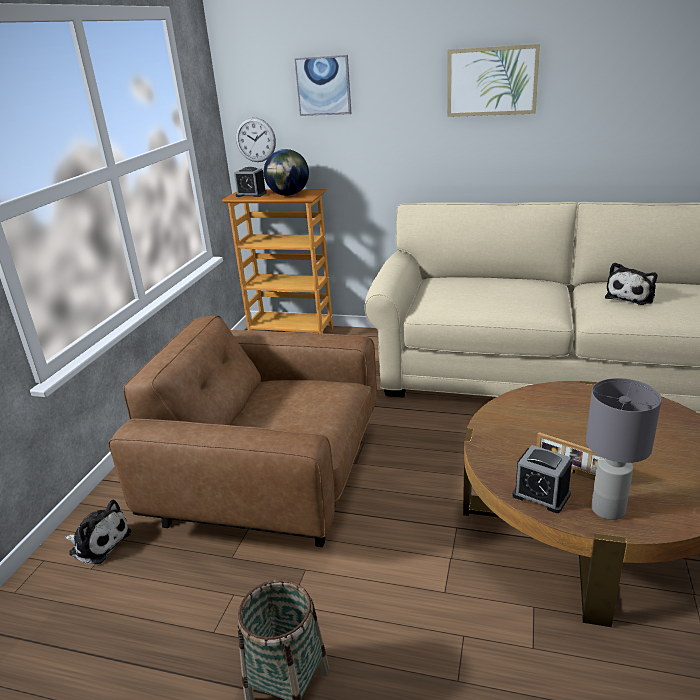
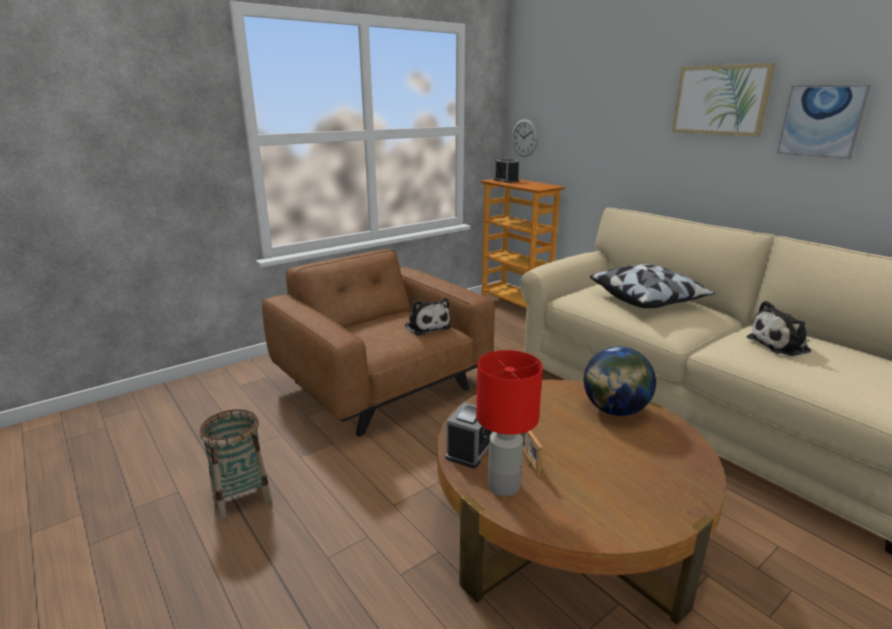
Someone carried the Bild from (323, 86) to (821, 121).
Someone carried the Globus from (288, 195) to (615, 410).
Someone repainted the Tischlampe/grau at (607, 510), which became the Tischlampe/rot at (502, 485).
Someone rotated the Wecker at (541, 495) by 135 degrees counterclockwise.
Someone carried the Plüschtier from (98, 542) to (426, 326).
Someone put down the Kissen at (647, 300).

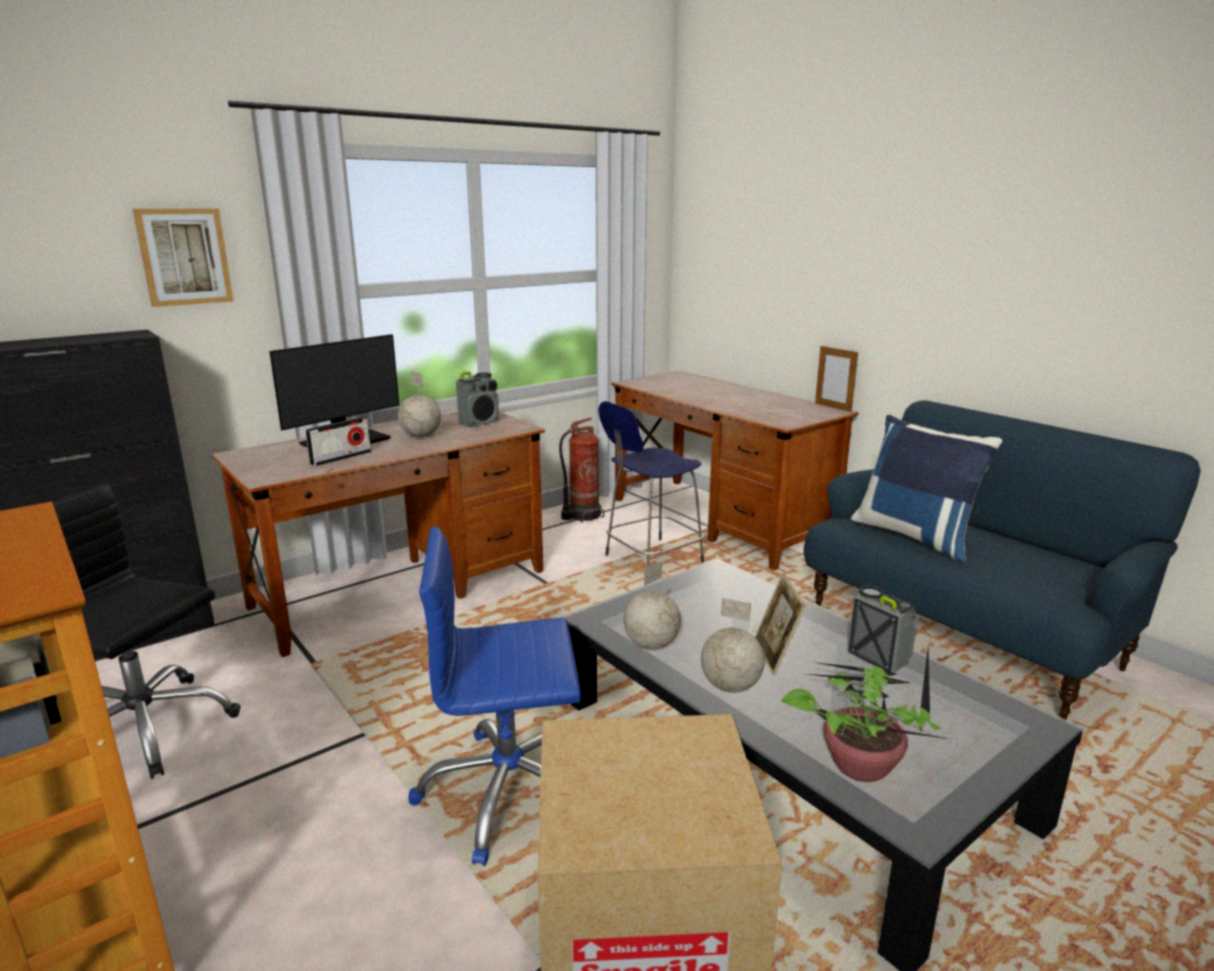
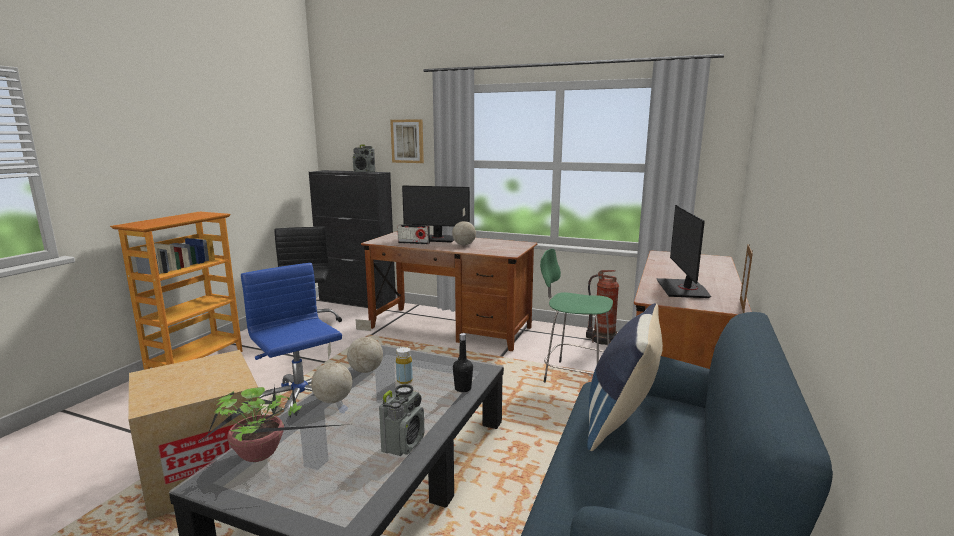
Someone carried the Radio from (480, 422) to (364, 172).
Someone repainted the Hocker/blau at (650, 559), which became the Hocker/grün at (574, 376).
Someone took away the Bilderrahmen at (775, 656).
Someone put down the Monitor at (683, 289).
Someone put down the Flasche/schwarz at (463, 388).
Someone put down the Flasche/gelb at (404, 381).

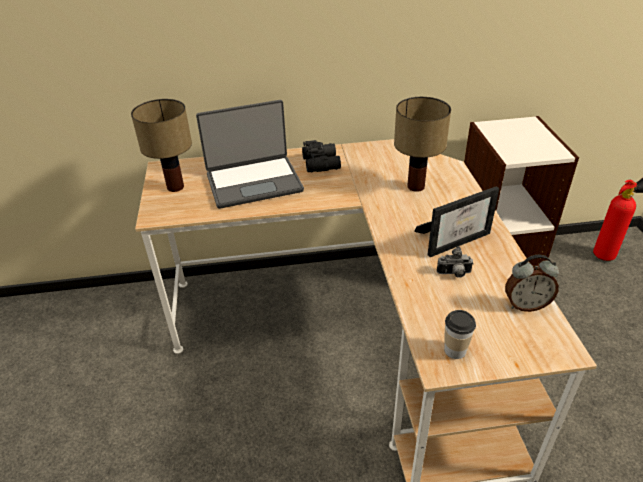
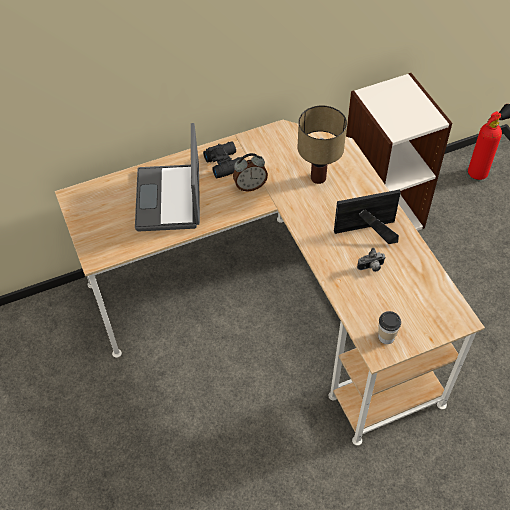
Someone took away the Tischlampe at (176, 187).
Someone rotated the Laptop at (254, 182) by 120 degrees clockwise.
Someone rotated the Bilderrahmen at (455, 239) by 150 degrees counterclockwise.
Someone carried the Wecker from (525, 305) to (250, 186).

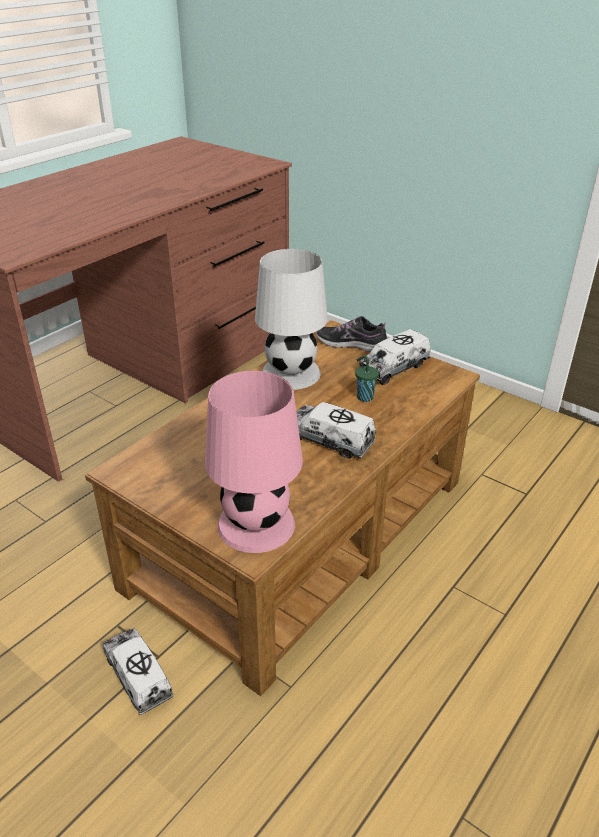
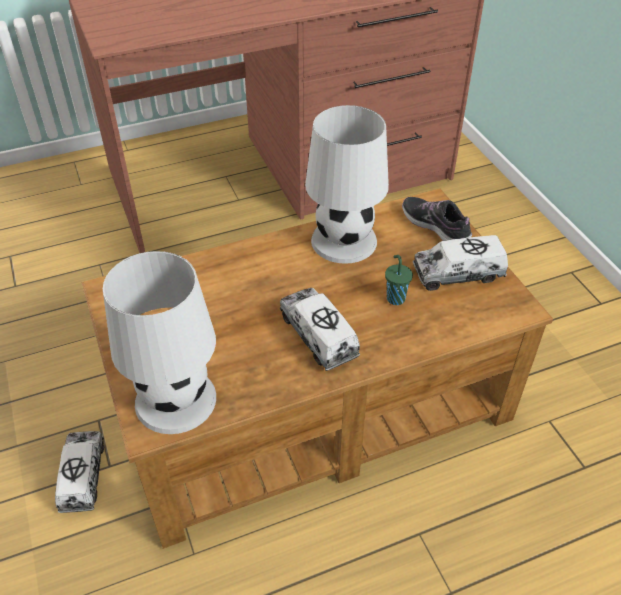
Someone repainted the Tischlampe/rosa at (256, 523), which became the Tischlampe/weiß at (176, 398).

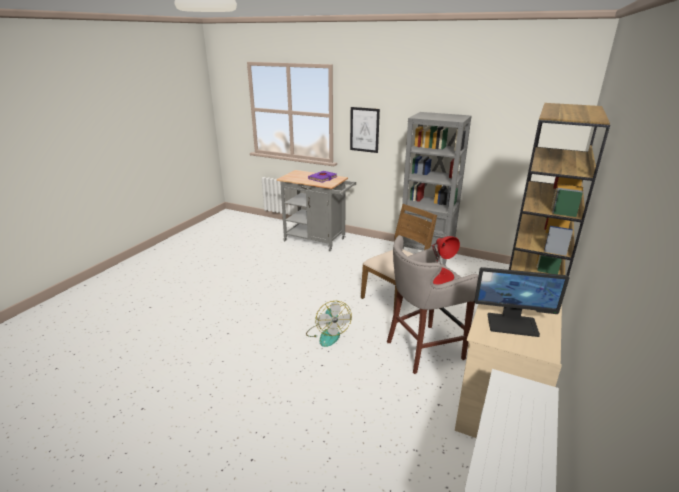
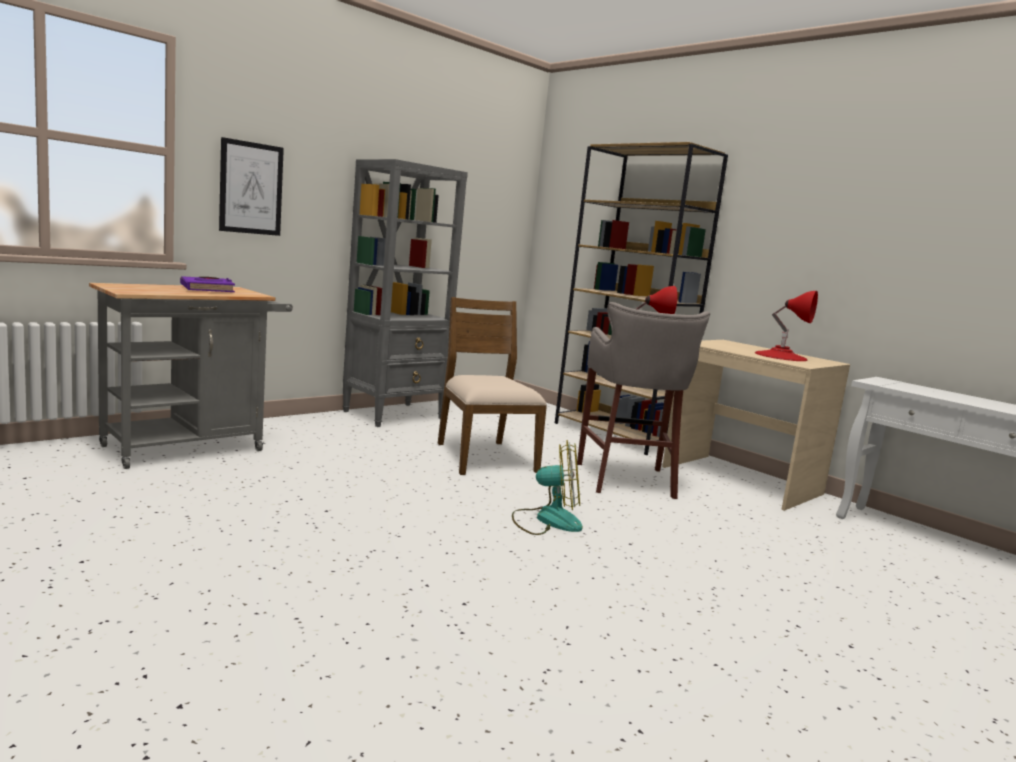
Someone swapped the Monitor at (512, 324) for the Tischlampe/rot at (781, 356).

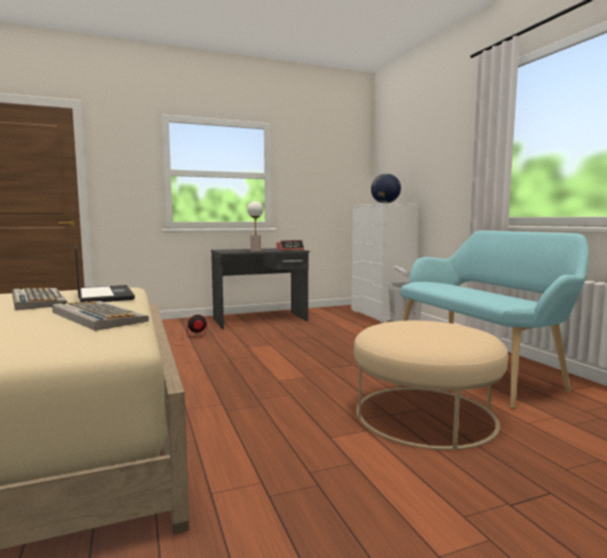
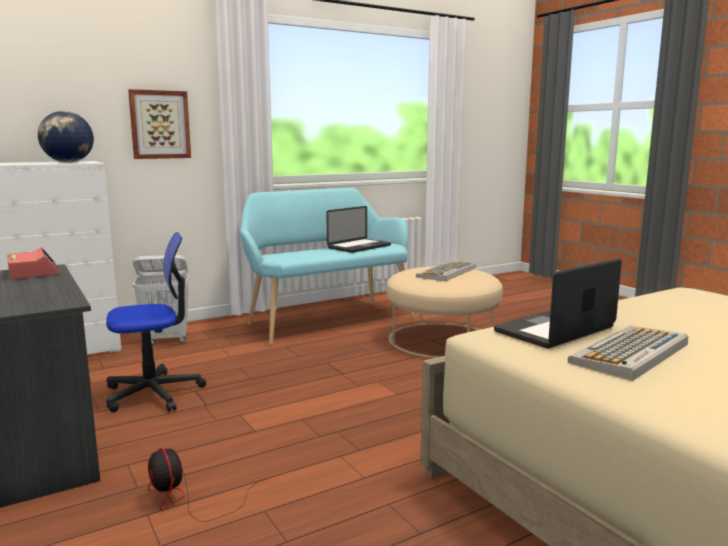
Someone took away the Tischlampe at (255, 251).
Someone carried the Tastatur from (97, 316) to (447, 272).
Someone put up the Bild at (160, 124).
Someone put down the Laptop at (359, 247).
Someone put down the Bürostuhl at (154, 393).

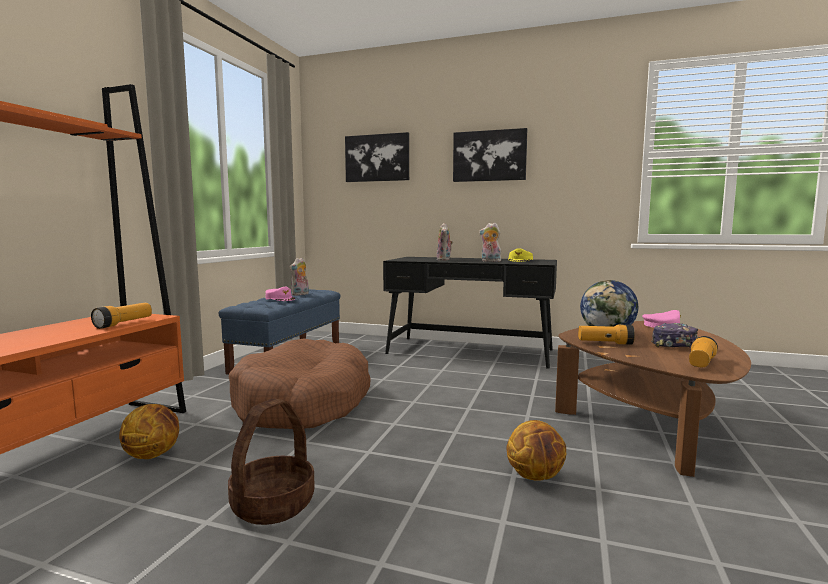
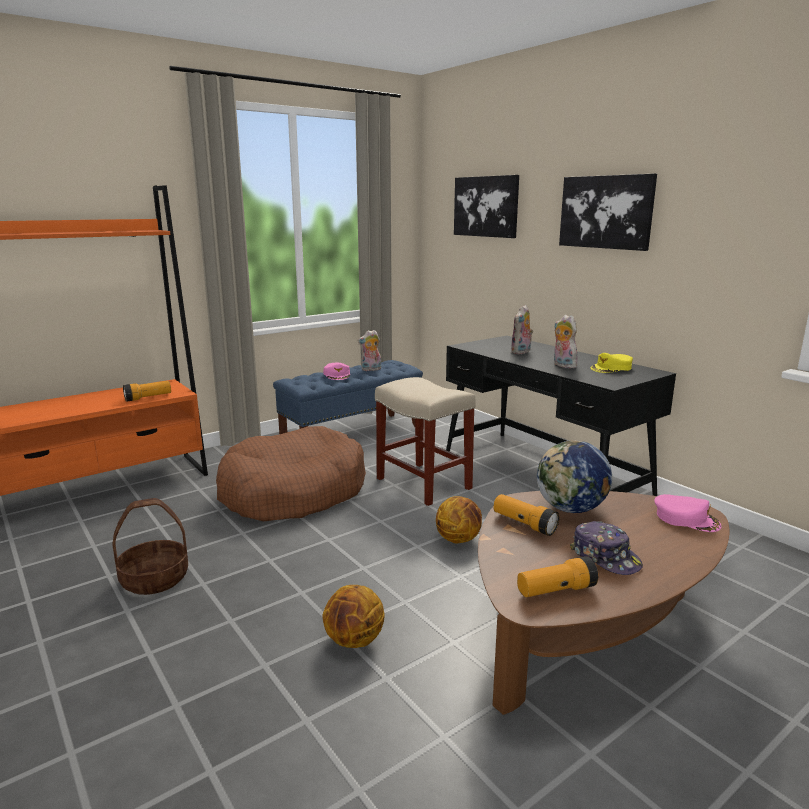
Someone carried the Basketball from (153, 454) to (459, 539).
Someone put down the Hocker/beige at (422, 483).

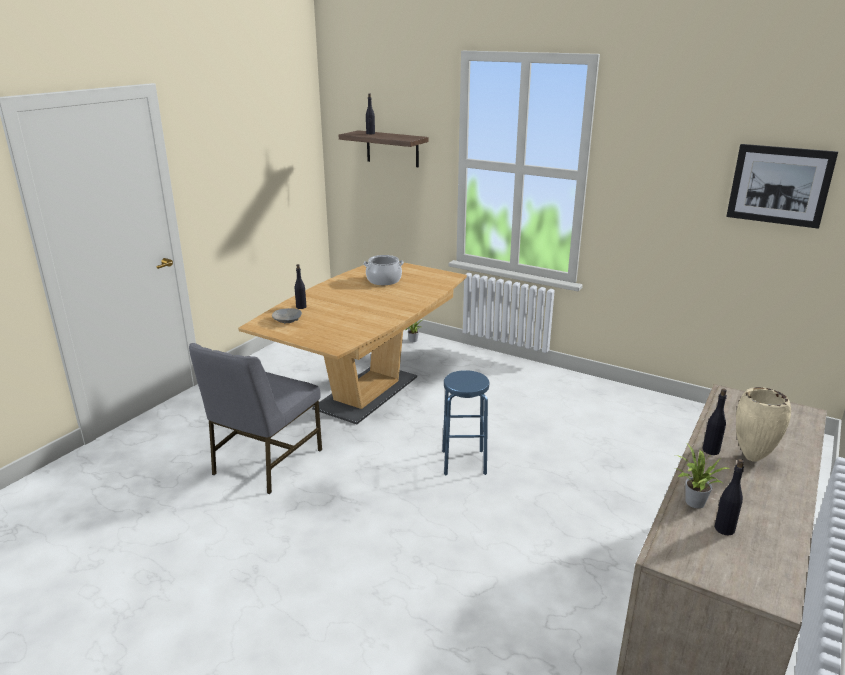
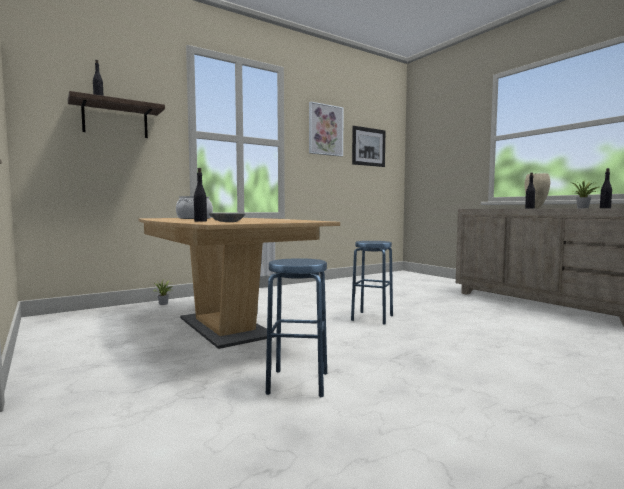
Someone swapped the Stuhl/grau at (265, 462) for the Hocker/blau at (298, 383).
Someone put up the Bild at (325, 130).

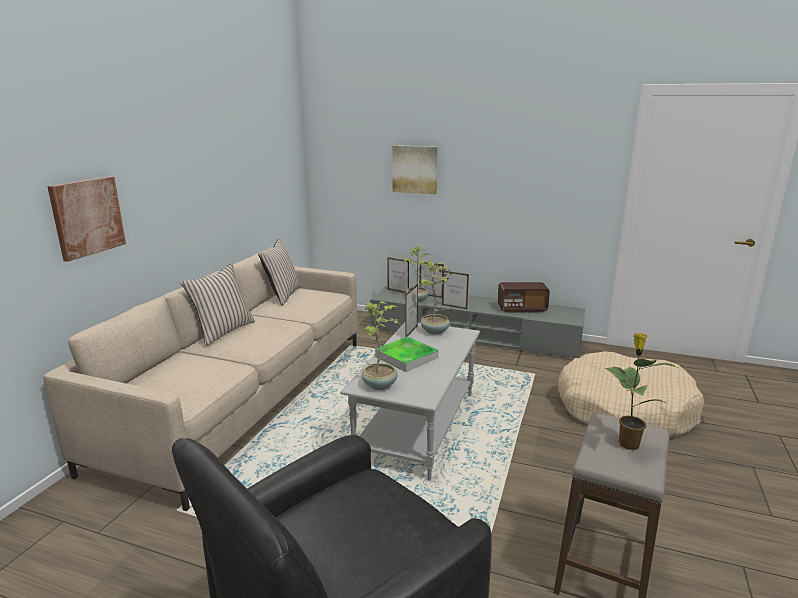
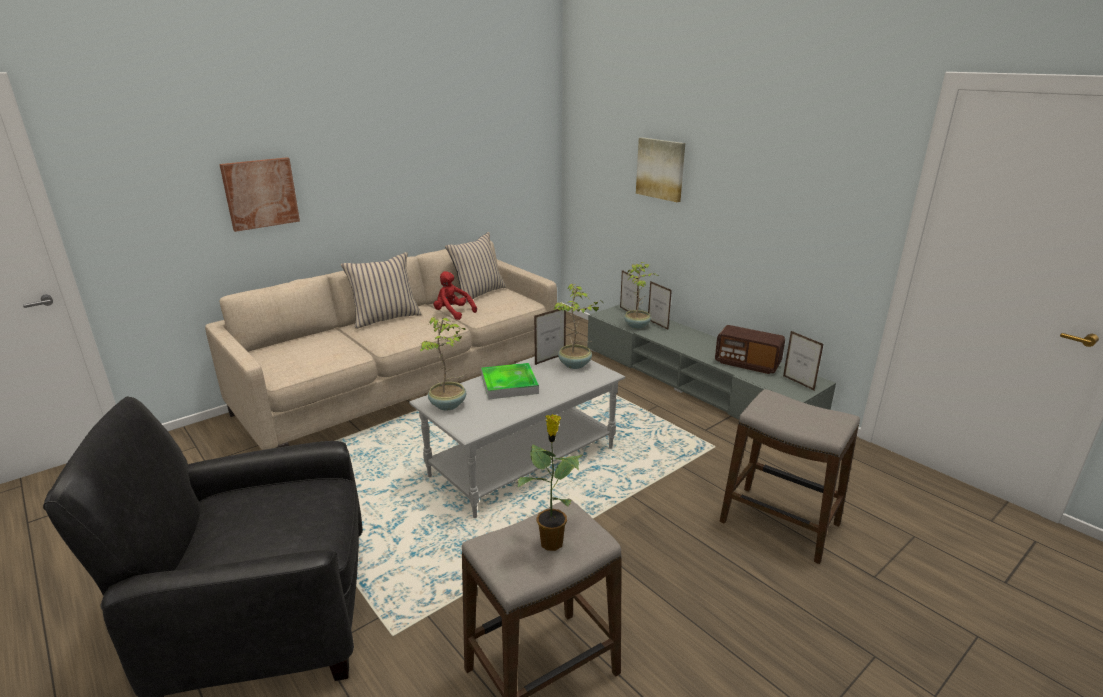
Someone carried the Bilderrahmen from (454, 307) to (798, 383).
Someone swapped the Hundebett/beige at (624, 409) for the Hocker at (779, 523).
Someone put down the Plüschtier/rot at (453, 313).

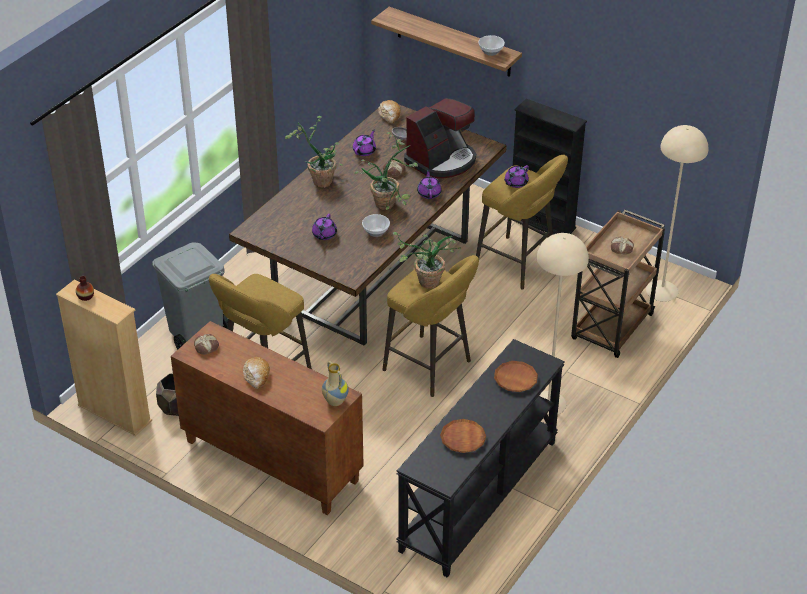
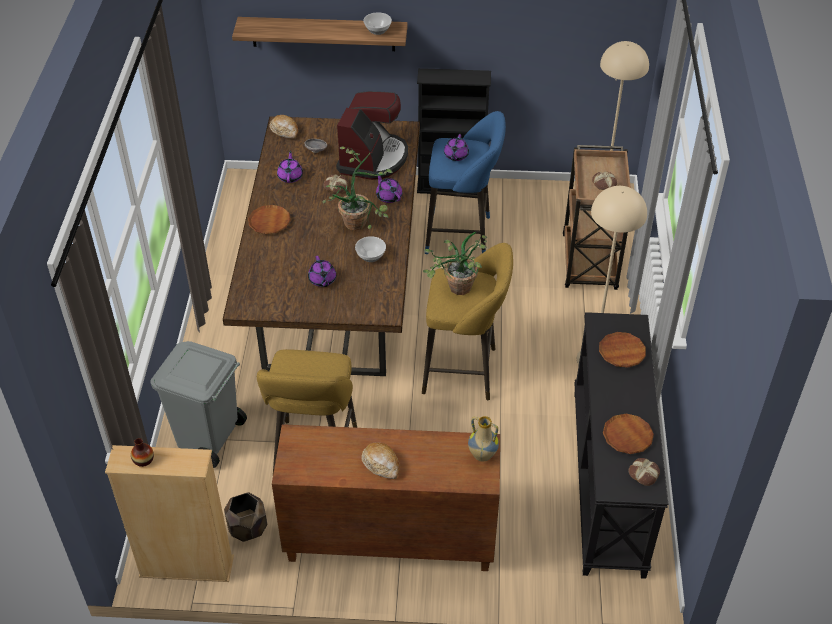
Someone swapped the Topfpflanze at (320, 179) for the Teller/braun at (269, 222).
Someone repainted the Hocker/gelb at (518, 264), which became the Hocker/blau at (463, 235).
Someone carried the Brot from (206, 346) to (644, 473).

